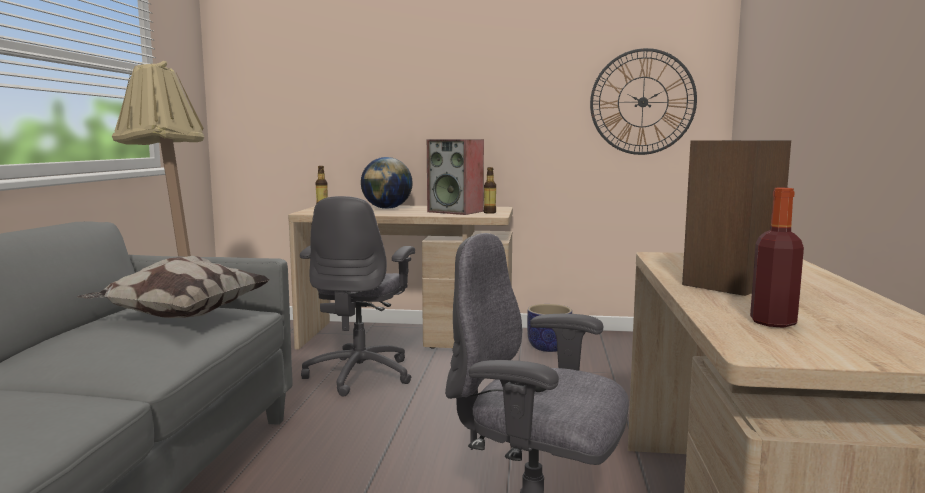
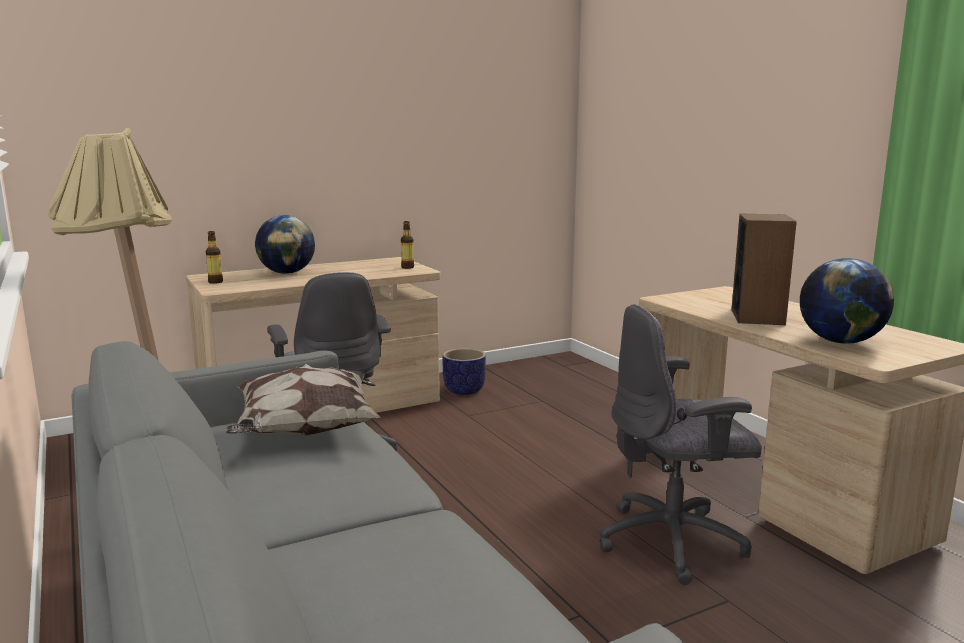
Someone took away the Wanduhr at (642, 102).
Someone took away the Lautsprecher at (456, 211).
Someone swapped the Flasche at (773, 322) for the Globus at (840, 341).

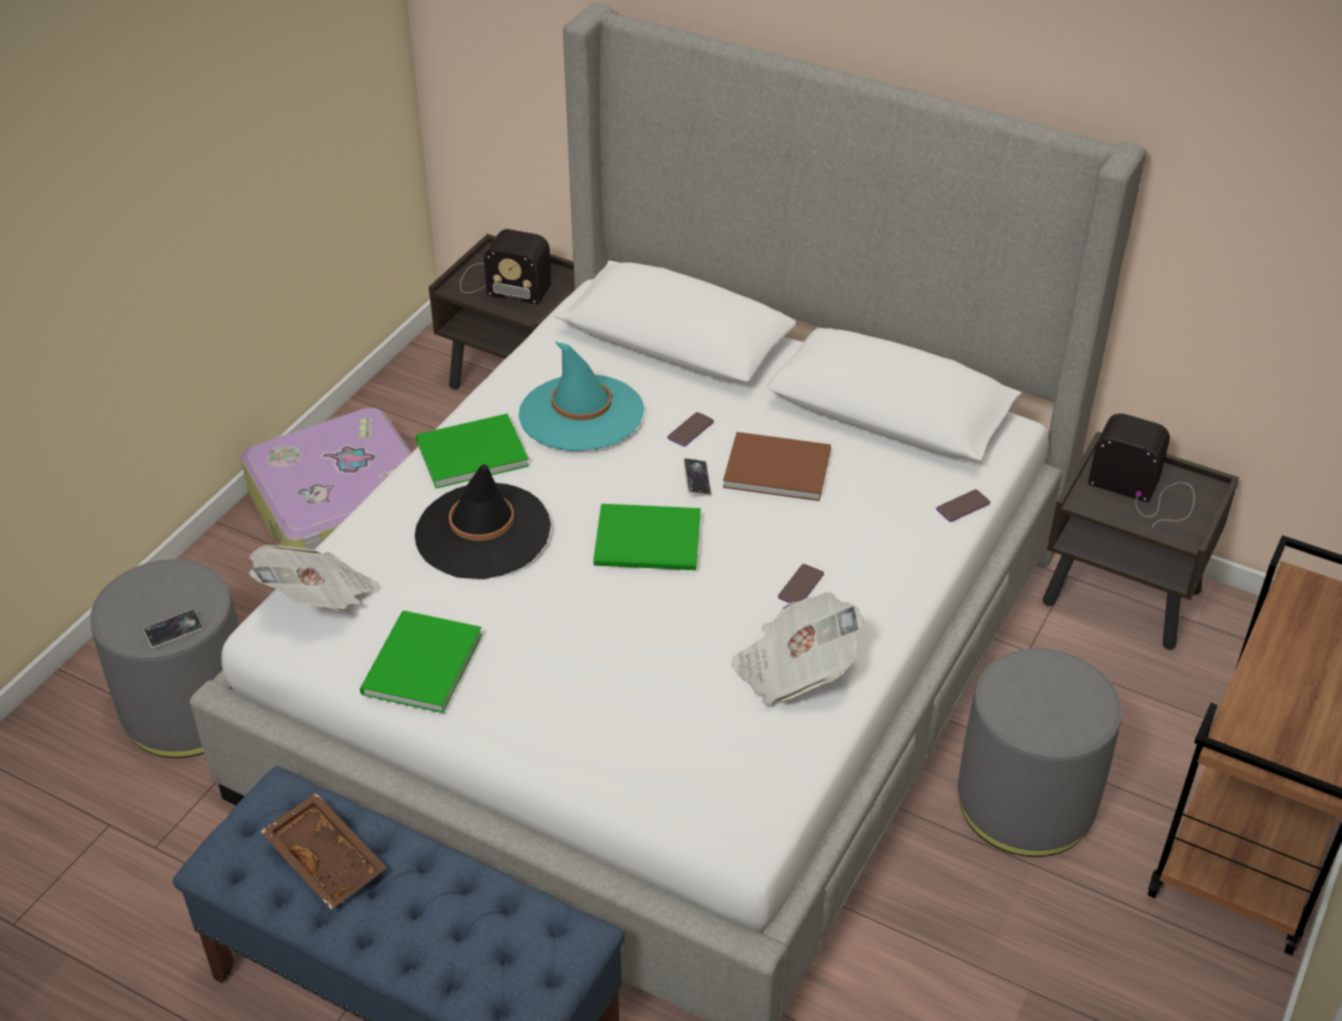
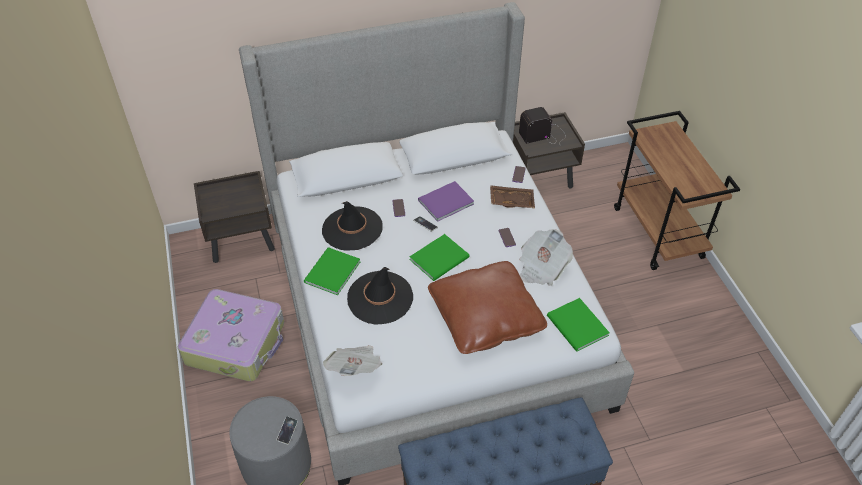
Someone took away the Radio at (501, 283).
Someone repainted the Hut/türkis at (581, 413), which became the Hut/schwarz at (352, 229).
Someone repainted the Buch/braun at (774, 466), which became the Buch/lila at (444, 202).
Someone carried the Buch/grün from (418, 666) to (577, 327).
Someone took away the Polsterhocker/grau at (1025, 802).
Someone carried the Tablett/braun from (328, 858) to (511, 201).
Someone put down the Kissen/braun at (485, 318).

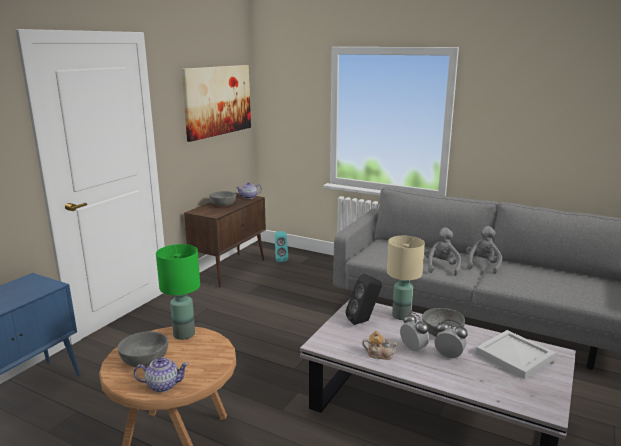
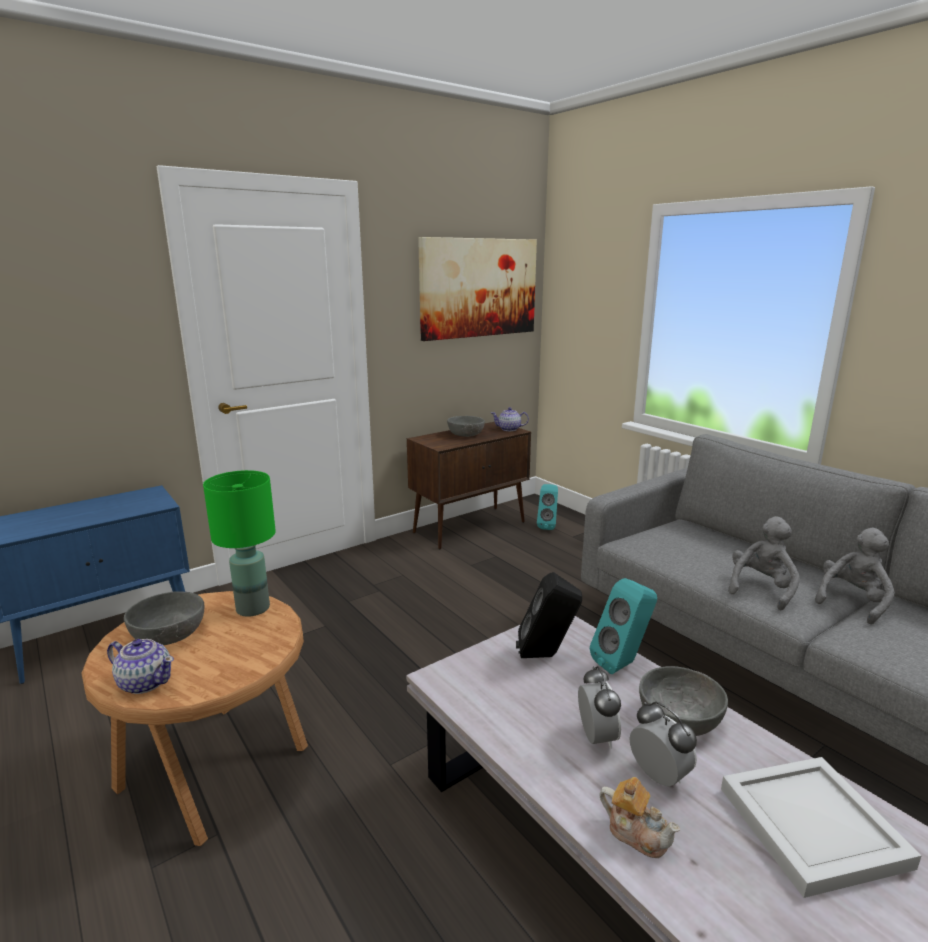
Someone swapped the Tischlampe/beige at (402, 316) for the Lautsprecher/türkis at (623, 663).
Someone carried the Teekanne from (379, 354) to (636, 833).

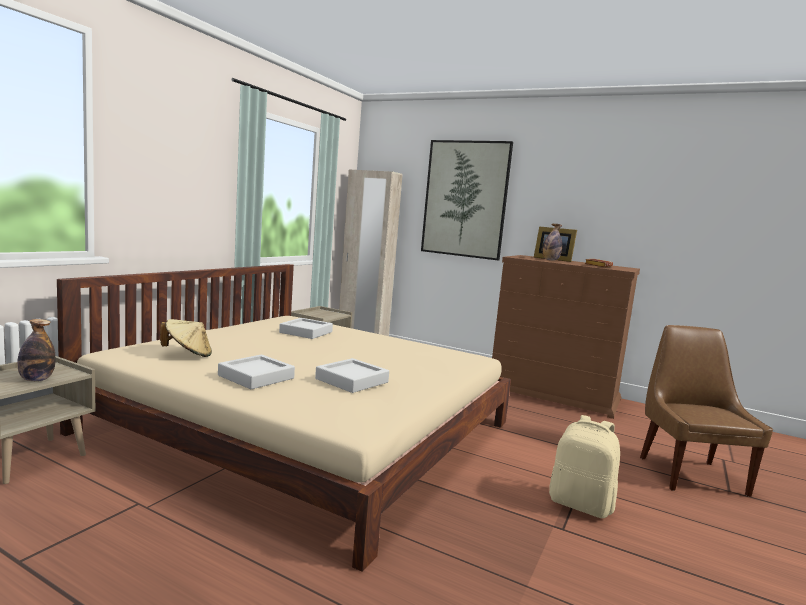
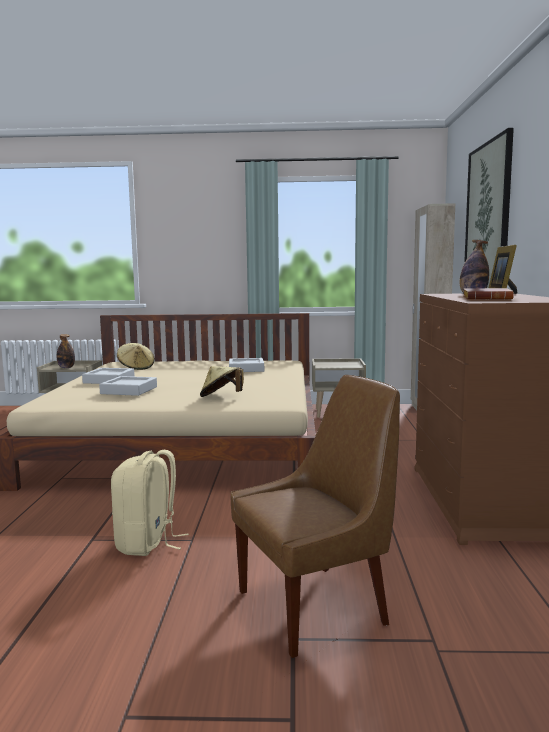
Someone put down the Hut/beige at (221, 397).

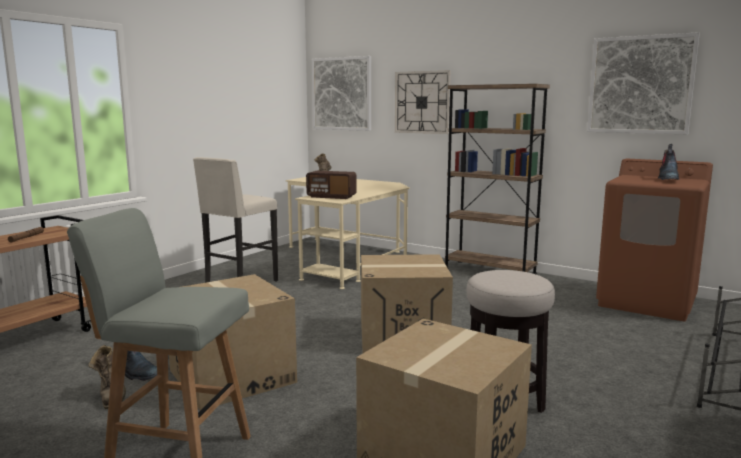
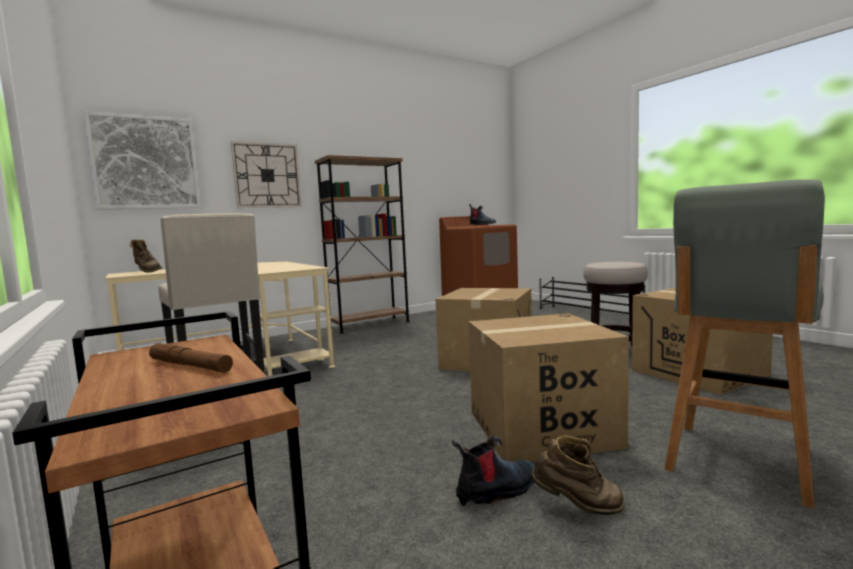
Someone took away the Bild at (640, 85).
Someone took away the Radio at (331, 197).

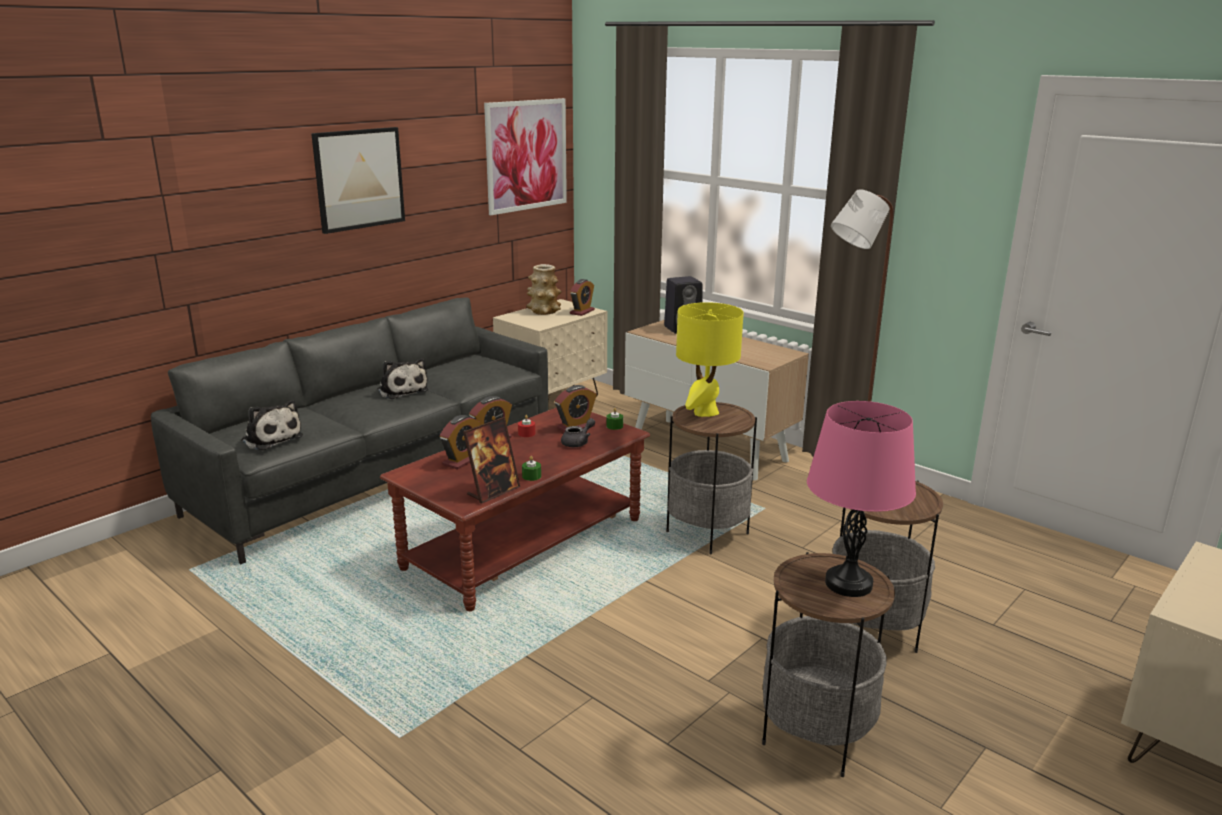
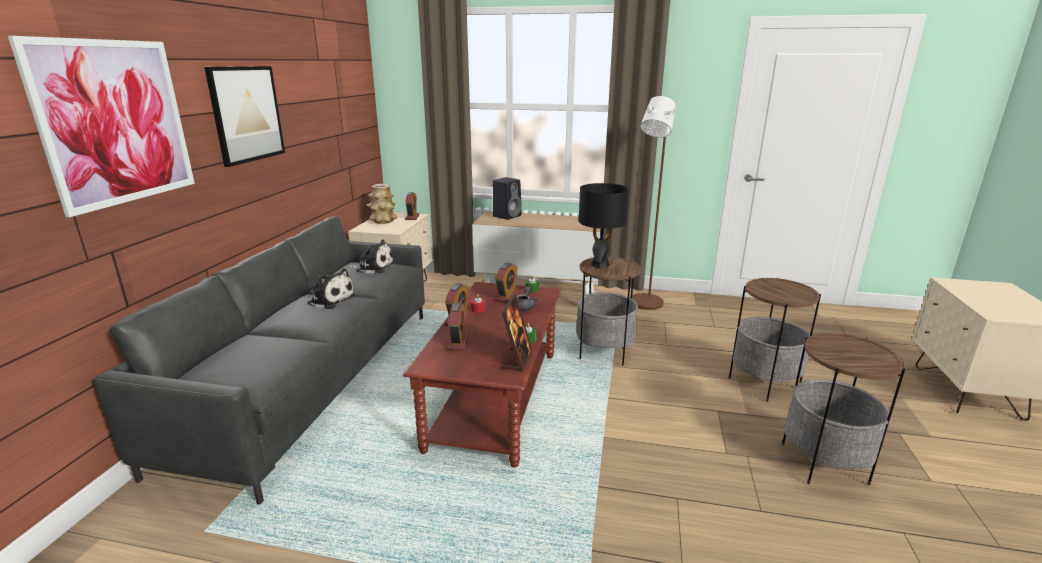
Someone carried the Bild from (526, 155) to (116, 122).
Someone repainted the Tischlampe/gelb at (705, 412), which became the Tischlampe/schwarz at (600, 265).
Someone carried the Plüschtier from (271, 438) to (373, 267).
Someone took away the Tischlampe/rosa at (848, 584).

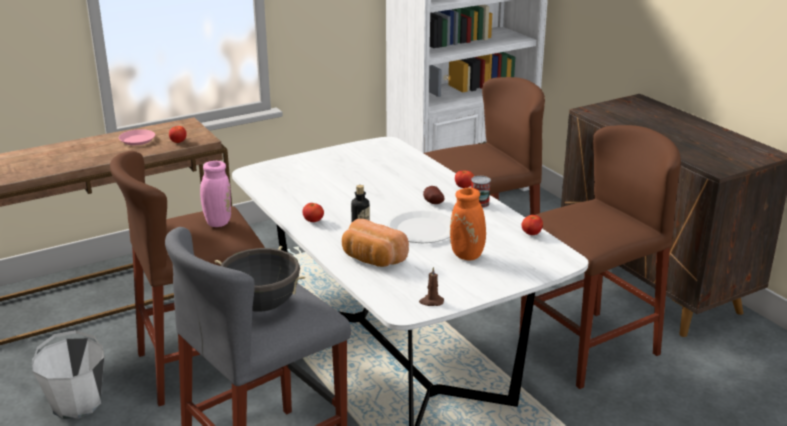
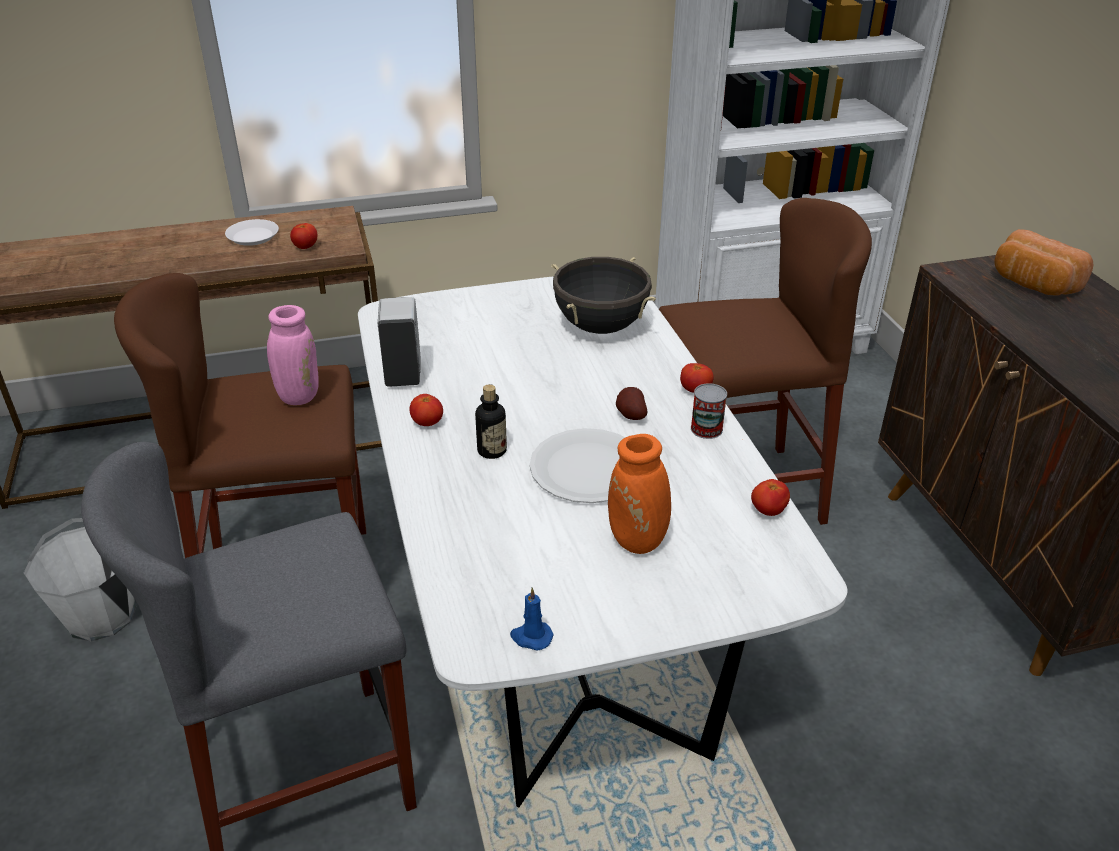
Someone took away the Hocker/braun at (588, 349).
Someone repainted the Teller/rosa at (137, 140), which became the Teller/weiß at (253, 237).
Someone carried the Brot from (372, 259) to (1032, 284).
Someone carried the Kochtopf/schwarz from (262, 305) to (600, 326).
Someone repainted the Kerze/braun at (431, 302), which became the Kerze/blau at (531, 637).
Someone put down the Seifenspender/weiß at (403, 374).

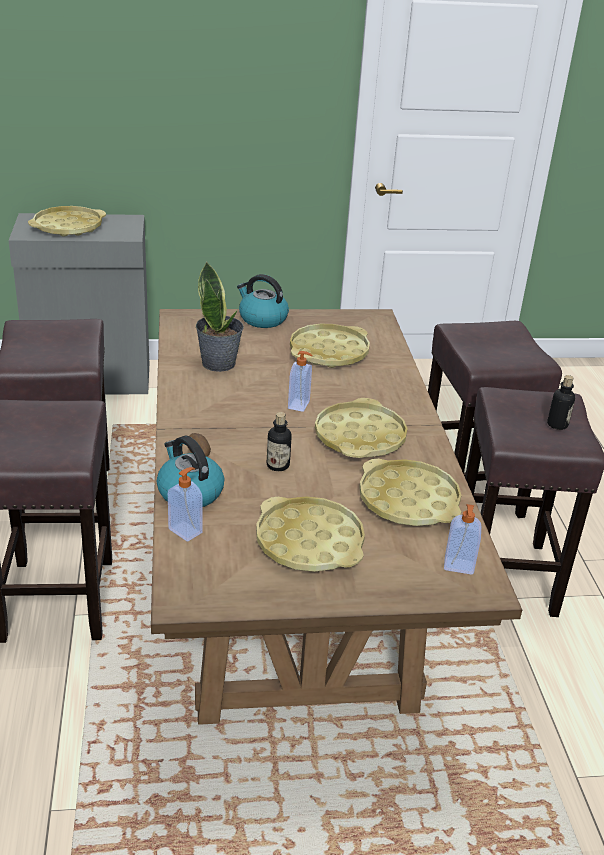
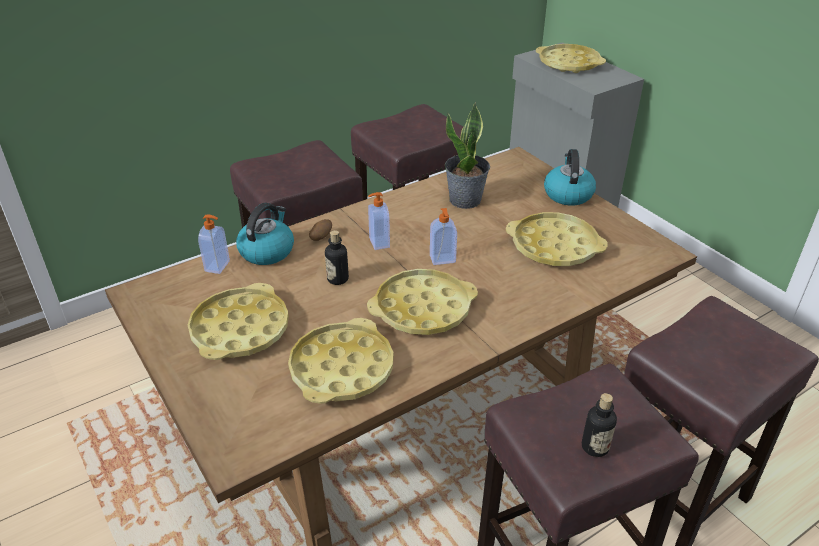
Someone carried the Seifenspender from (458, 566) to (378, 243).

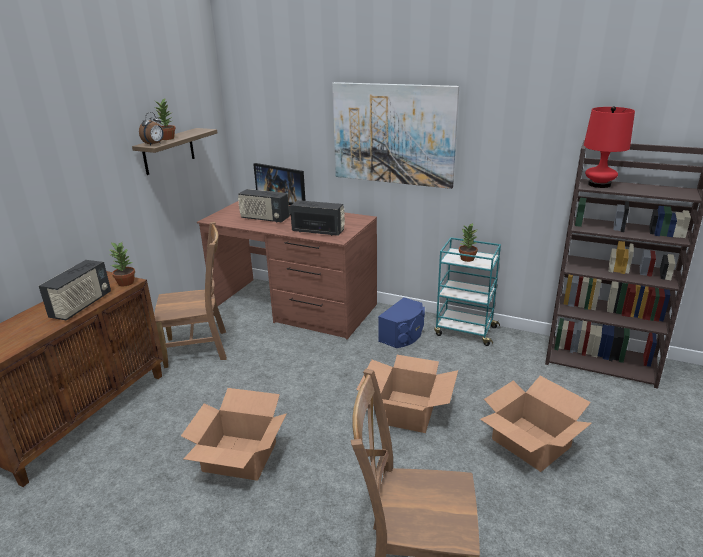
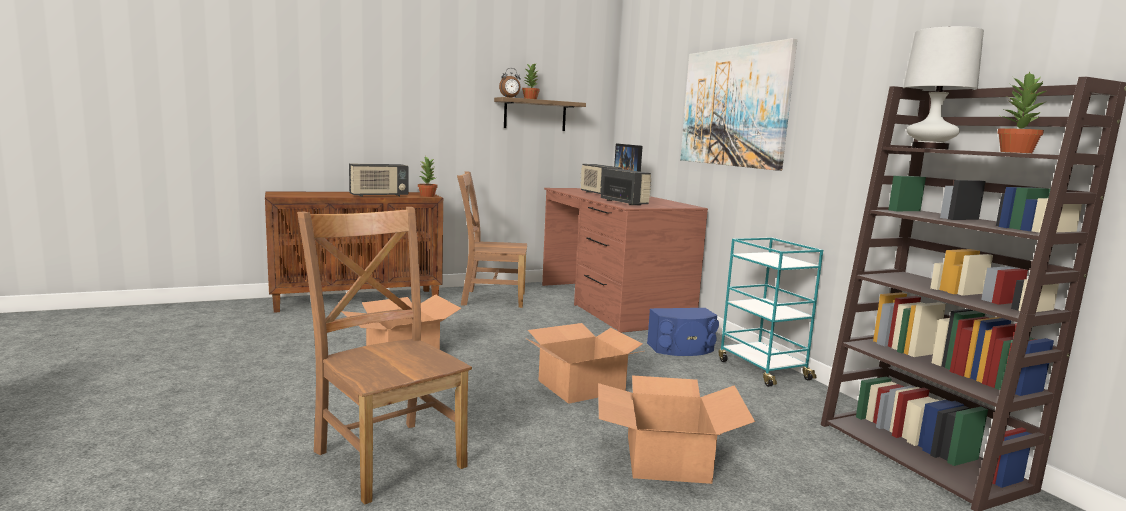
Someone repainted the Tischlampe/rot at (599, 184), which became the Tischlampe/weiß at (929, 148).
Someone rotated the Stuhl/braun at (200, 348) by 150 degrees clockwise.
Someone carried the Topfpflanze from (467, 259) to (1015, 152).

